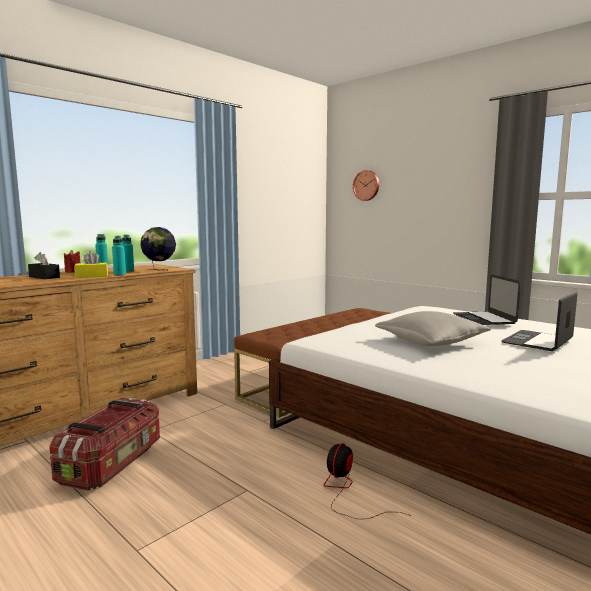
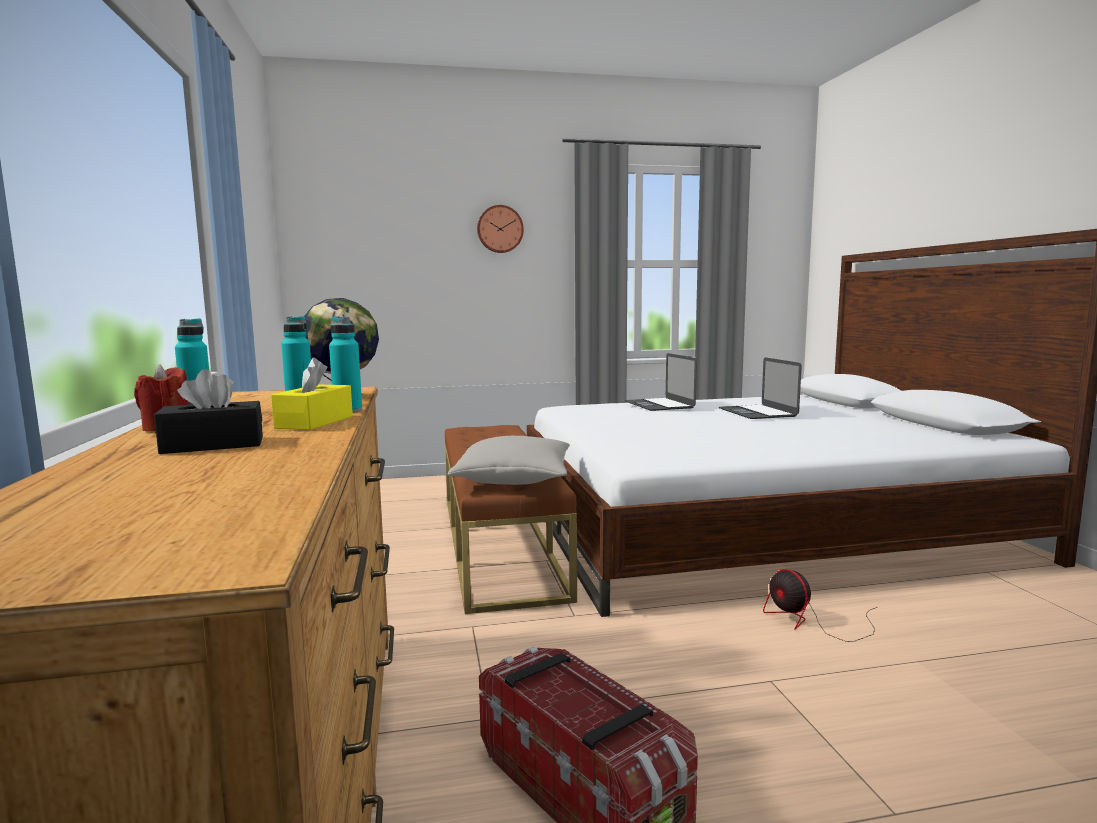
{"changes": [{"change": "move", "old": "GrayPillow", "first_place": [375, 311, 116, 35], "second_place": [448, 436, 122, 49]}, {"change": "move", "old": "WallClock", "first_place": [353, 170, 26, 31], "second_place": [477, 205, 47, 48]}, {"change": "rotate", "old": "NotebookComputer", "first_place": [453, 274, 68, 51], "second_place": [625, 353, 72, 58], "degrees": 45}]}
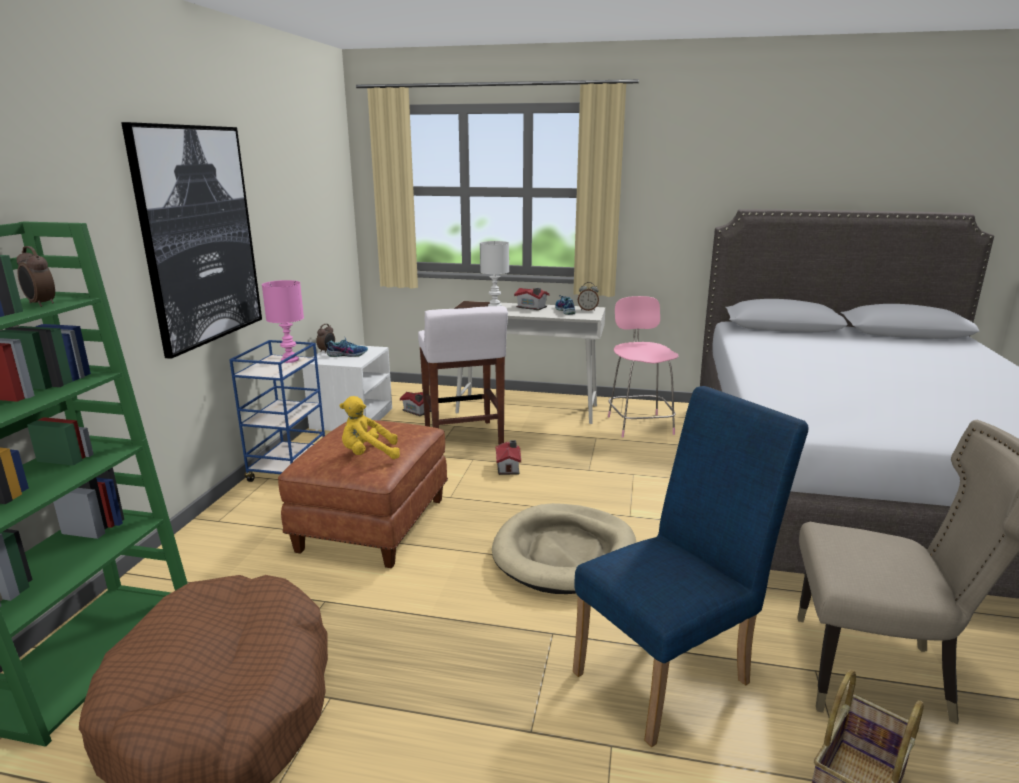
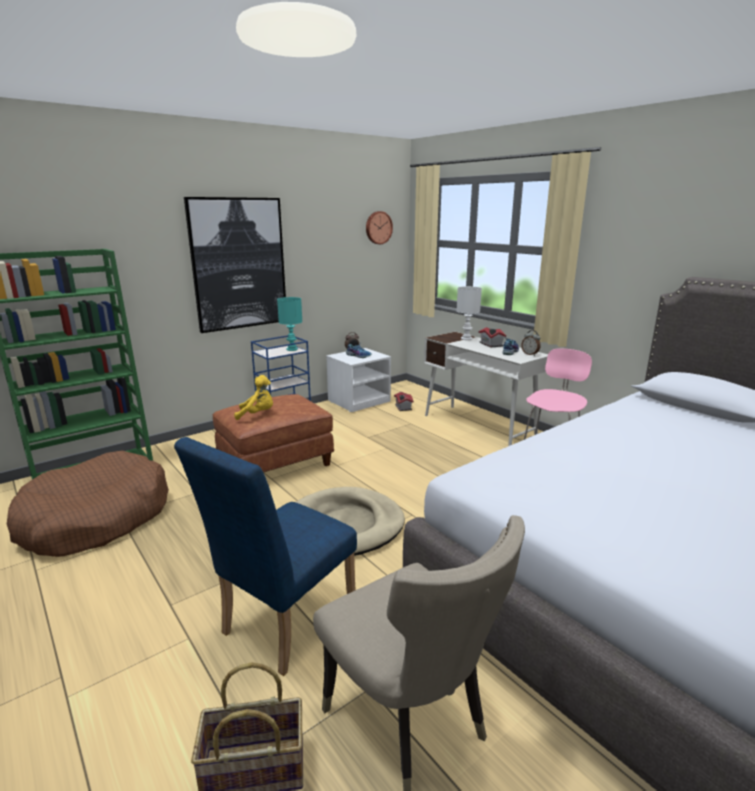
{"changes": [{"change": "rotate", "old": "BlueColouredPlainChair", "first_place": [573, 386, 236, 361], "second_place": [174, 437, 183, 239], "degrees": 120}, {"change": "rotate", "old": "YellowColouredPlushToy", "first_place": [339, 396, 61, 63], "second_place": [234, 375, 39, 45], "degrees": 150}, {"change": "recolor", "old": "PinkTabletopLamp", "new": "BlueGreenTabletopLamp", "first_place": [262, 280, 42, 83], "second_place": [277, 297, 25, 54]}, {"change": "insert", "new": "WallClock", "second_place": [366, 211, 27, 33]}, {"change": "delete", "old": "TableClock", "first_place": [17, 246, 38, 61]}, {"change": "delete", "old": "WhitishStoolSeat", "first_place": [418, 306, 90, 139]}, {"change": "delete", "old": "MiniatureHouse", "first_place": [495, 440, 26, 35]}]}
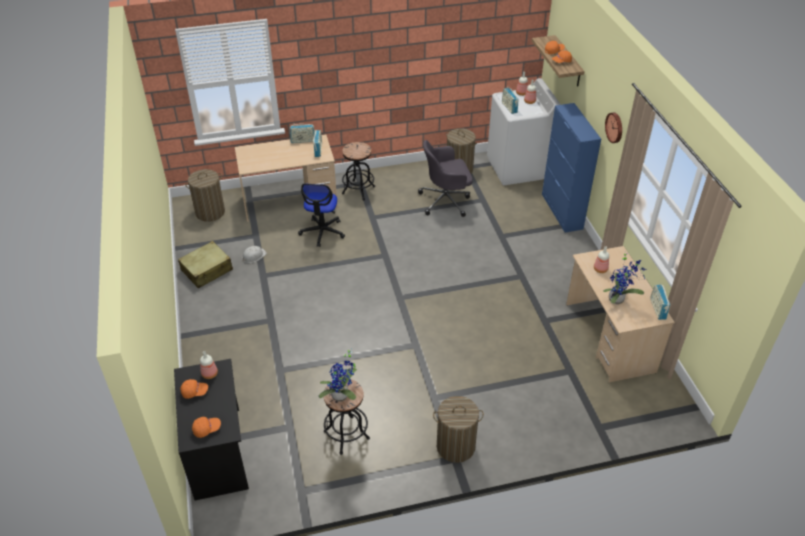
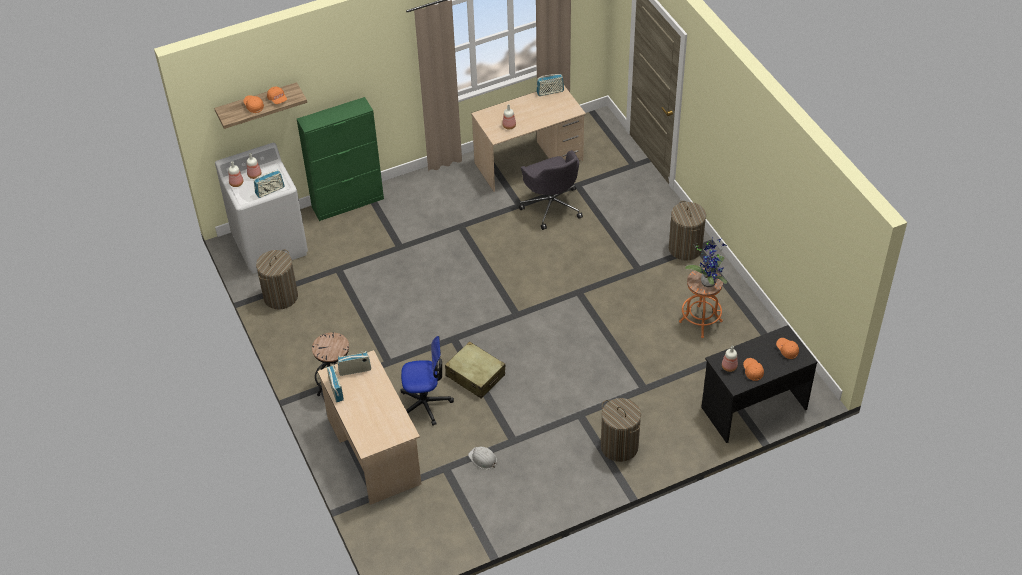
{"changes": [{"change": "recolor", "old": "BlueColouredStorageCabinet", "new": "GreenishStorageCabinet", "first_place": [542, 103, 59, 129], "second_place": [297, 97, 87, 124]}, {"change": "move", "old": "BeigeColouredPieceOfLuggage", "first_place": [178, 241, 55, 47], "second_place": [445, 341, 60, 58]}, {"change": "move", "old": "GrayOfficeChair", "first_place": [418, 140, 55, 77], "second_place": [519, 150, 64, 80]}, {"change": "move", "old": "LaundryBasket", "first_place": [185, 169, 40, 53], "second_place": [601, 398, 40, 64]}, {"change": "recolor", "old": "BlackStoolSeat", "new": "OrangeColouredStoolSeat", "first_place": [324, 379, 46, 76], "second_place": [679, 268, 44, 70]}, {"change": "delete", "old": "Houseplant", "first_place": [603, 251, 43, 53]}, {"change": "delete", "old": "WallClock", "first_place": [605, 112, 17, 31]}]}
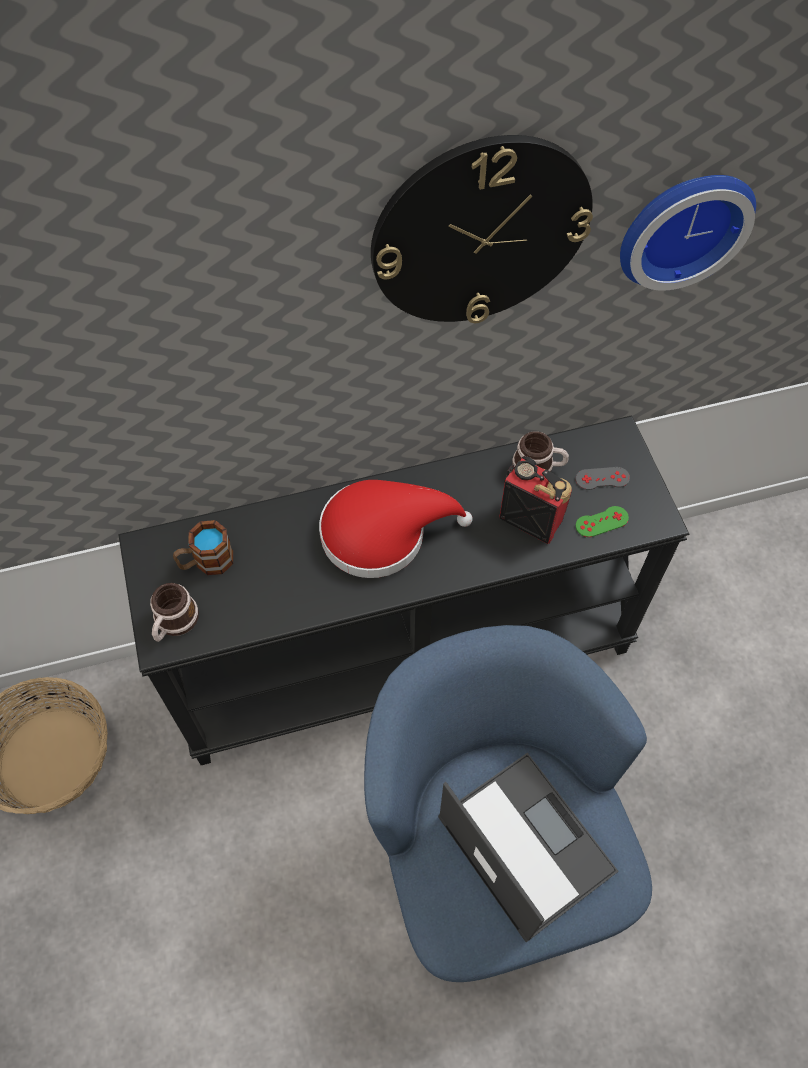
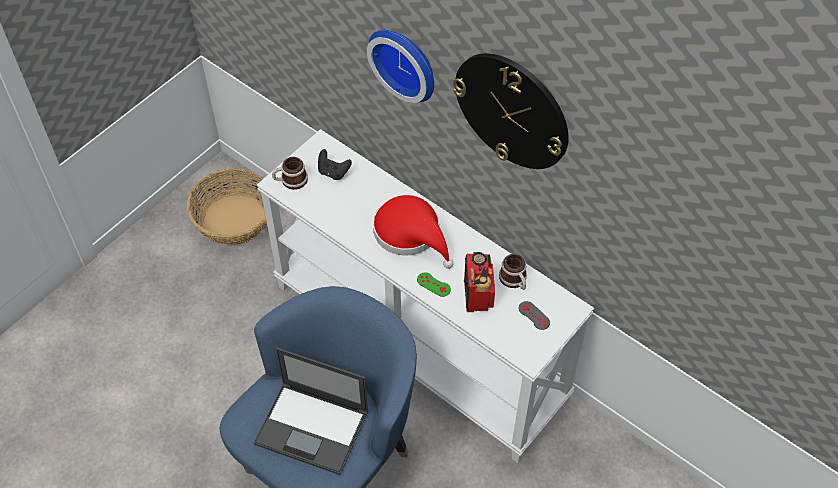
{"changes": [{"change": "rotate", "old": "NotebookComputer", "first_place": [438, 753, 181, 189], "second_place": [254, 348, 114, 127], "degrees": 90}, {"change": "recolor", "old": "BlackNarrowTable", "new": "WhitishNarrowTable", "first_place": [118, 415, 571, 350], "second_place": [257, 129, 338, 334]}, {"change": "replace", "old": "Mug", "new": "BlackGamepad", "first_place": [173, 520, 60, 55], "second_place": [318, 149, 34, 31]}, {"change": "move", "old": "WallClock", "first_place": [620, 175, 136, 116], "second_place": [367, 30, 67, 73]}, {"change": "move", "old": "GreenishGamepad", "first_place": [576, 506, 53, 31], "second_place": [417, 272, 34, 25]}]}
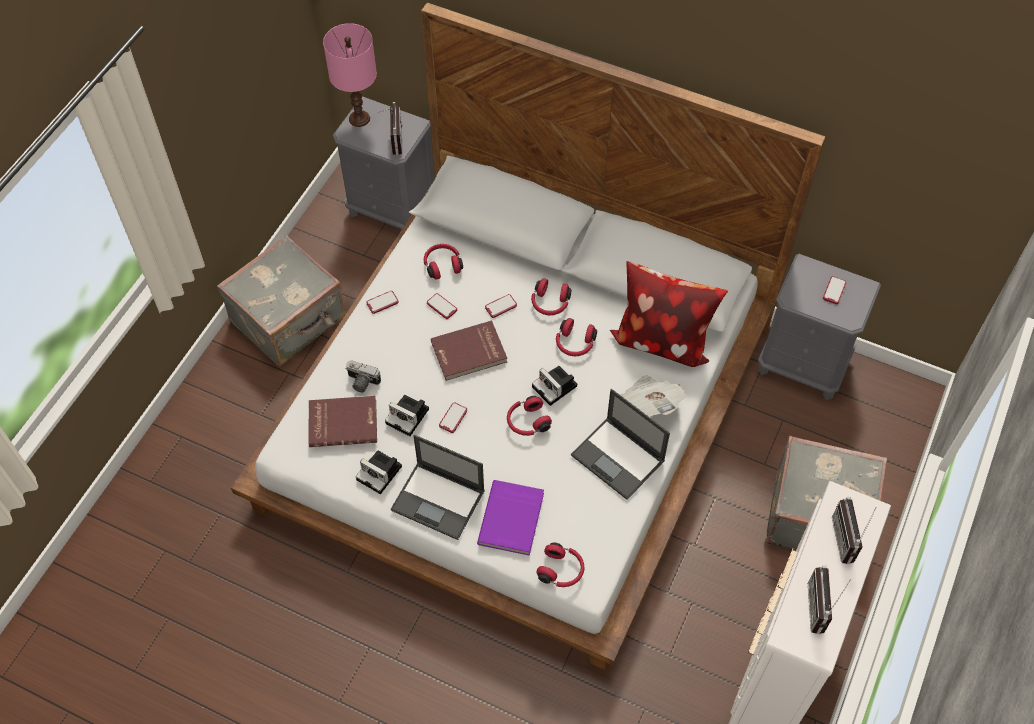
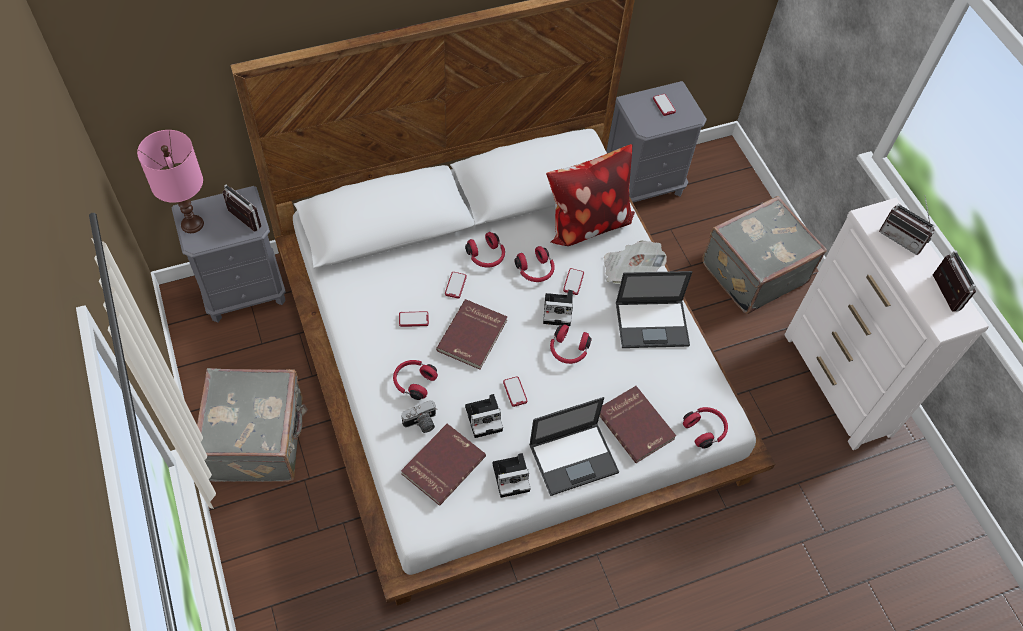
{"changes": [{"change": "move", "old": "ReddishHeadphones", "first_place": [424, 244, 39, 36], "second_place": [393, 360, 45, 40]}, {"change": "move", "old": "Telephone", "first_place": [366, 291, 33, 23], "second_place": [563, 268, 21, 27]}, {"change": "recolor", "old": "PurplishBook", "new": "ReddishBook", "first_place": [477, 480, 67, 76], "second_place": [600, 386, 76, 77]}, {"change": "rotate", "old": "Radio", "first_place": [808, 565, 43, 69], "second_place": [933, 251, 43, 61], "degrees": -150}]}
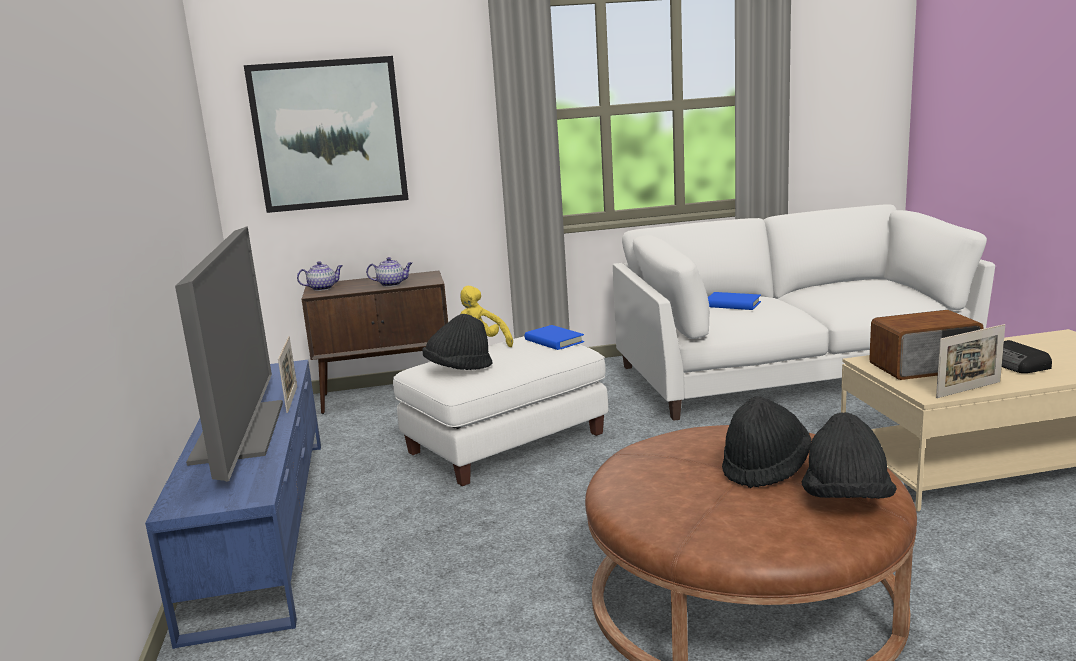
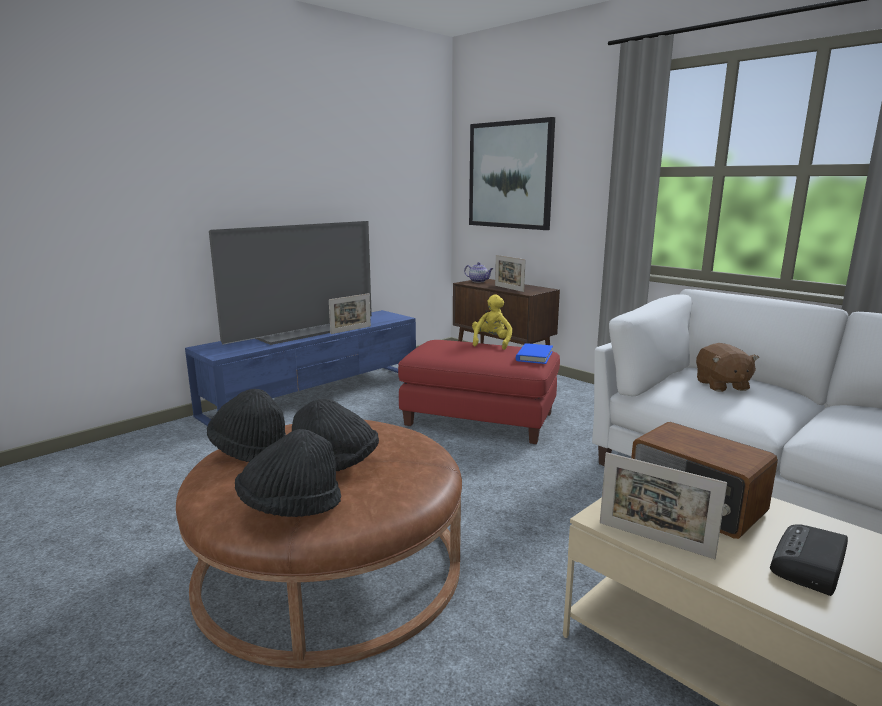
{"changes": [{"change": "move", "old": "BlackHat", "first_place": [422, 314, 71, 56], "second_place": [207, 389, 79, 73]}, {"change": "recolor", "old": "WhitishFootrest", "new": "ReddishFootrest", "first_place": [393, 336, 215, 150], "second_place": [398, 340, 162, 104]}, {"change": "replace", "old": "PotForTea", "new": "PictureFrame", "first_place": [366, 257, 46, 30], "second_place": [495, 255, 31, 37]}, {"change": "replace", "old": "BlueColouredBook", "new": "BrownishPlushToy", "first_place": [708, 292, 53, 18], "second_place": [696, 343, 63, 49]}]}
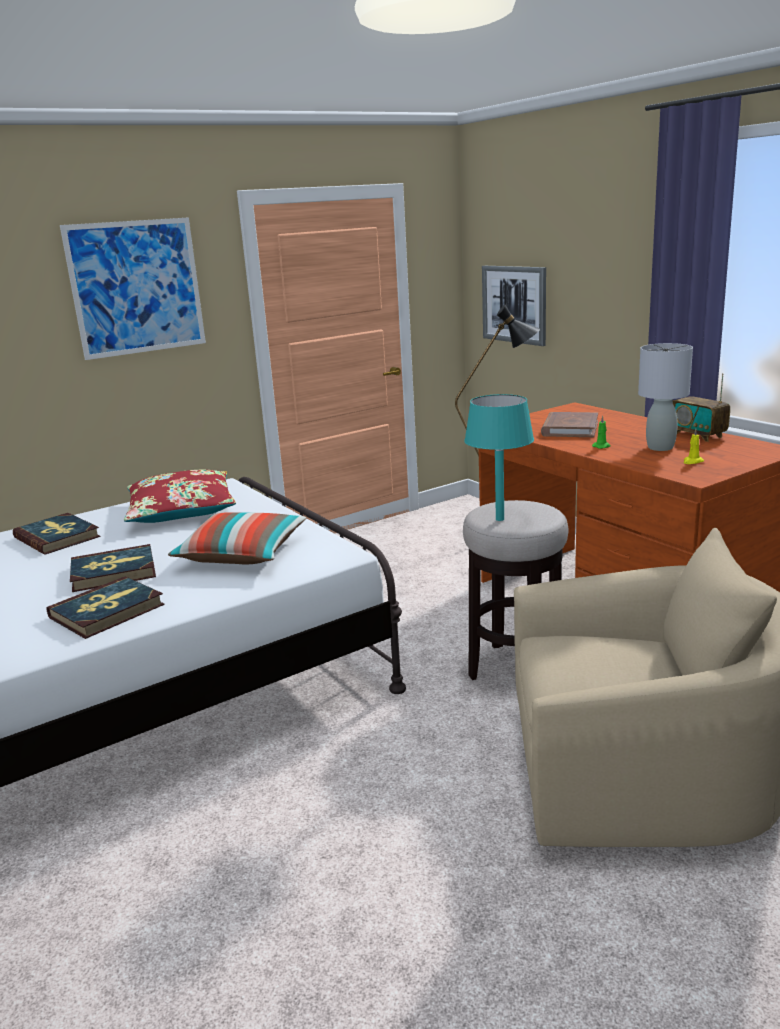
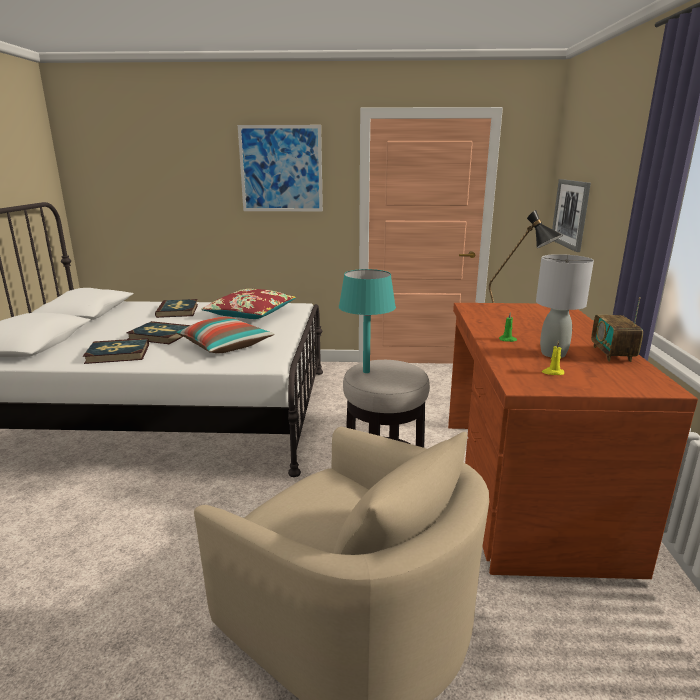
{"changes": [{"change": "delete", "old": "BrownishBook", "first_place": [541, 412, 57, 25]}]}
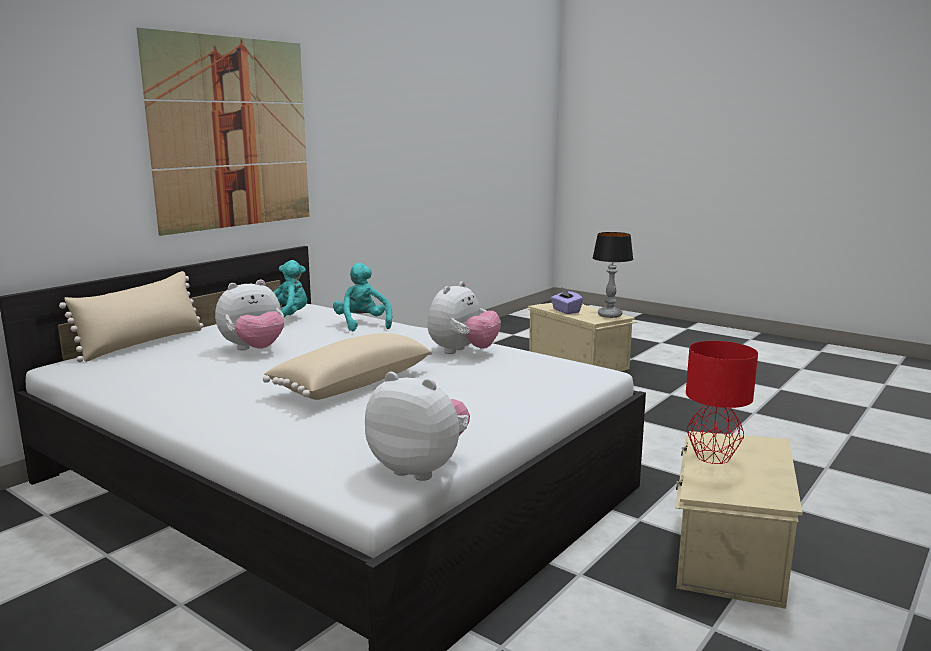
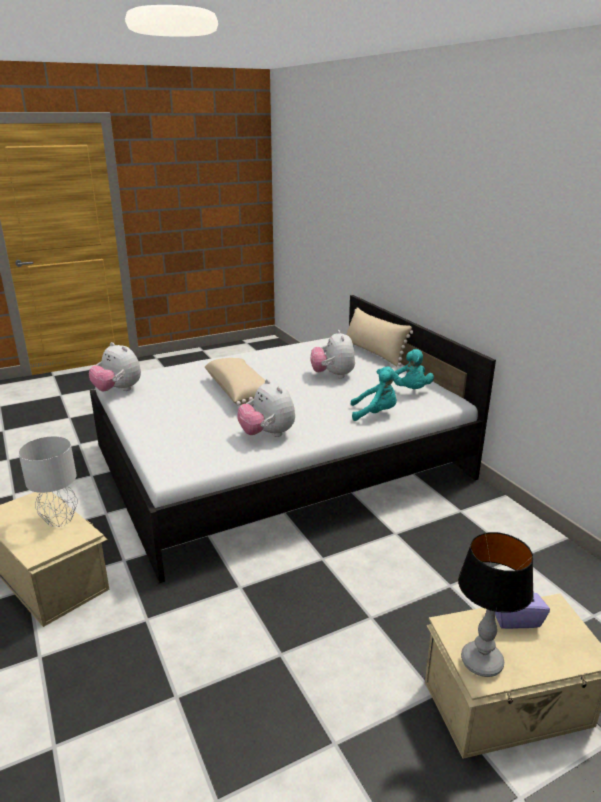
{"changes": [{"change": "recolor", "old": "ReddishTabletopLamp", "new": "GrayTabletopLamp", "first_place": [686, 341, 72, 123], "second_place": [18, 436, 60, 91]}, {"change": "rotate", "old": "PlushToy", "first_place": [365, 372, 105, 109], "second_place": [89, 342, 52, 50], "degrees": 75}, {"change": "delete", "old": "Picture", "first_place": [136, 28, 174, 208]}]}
